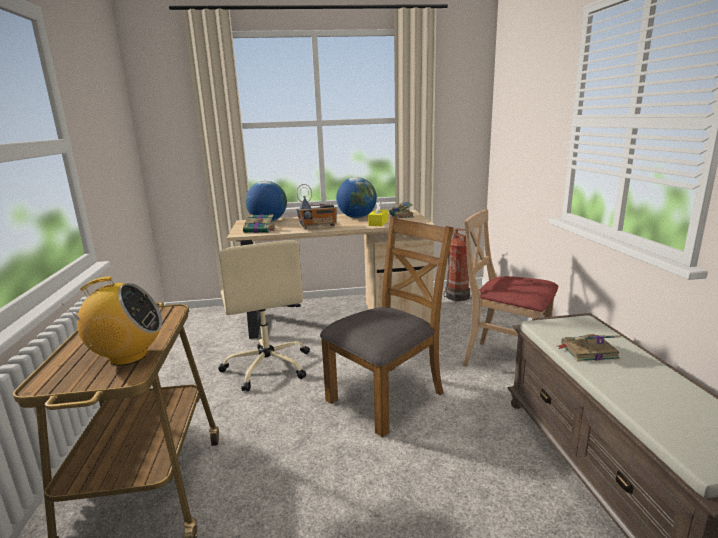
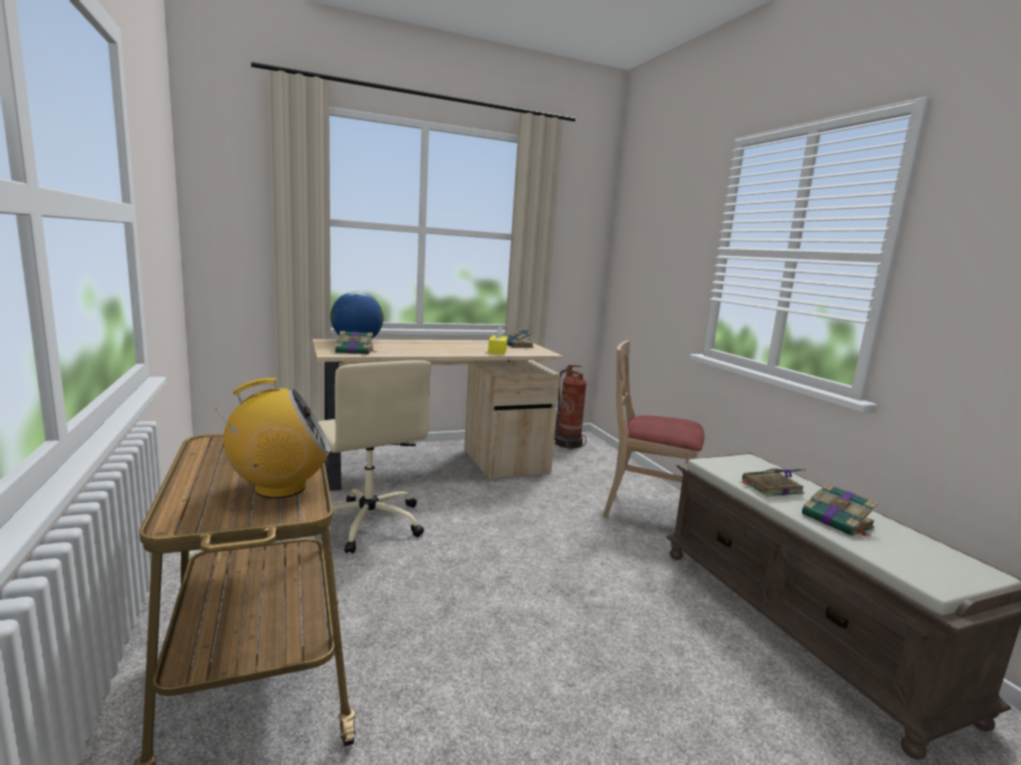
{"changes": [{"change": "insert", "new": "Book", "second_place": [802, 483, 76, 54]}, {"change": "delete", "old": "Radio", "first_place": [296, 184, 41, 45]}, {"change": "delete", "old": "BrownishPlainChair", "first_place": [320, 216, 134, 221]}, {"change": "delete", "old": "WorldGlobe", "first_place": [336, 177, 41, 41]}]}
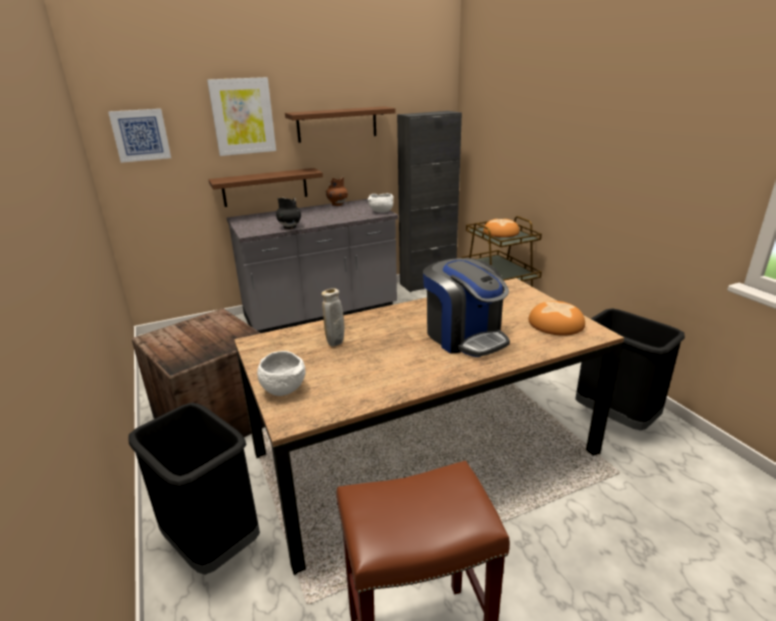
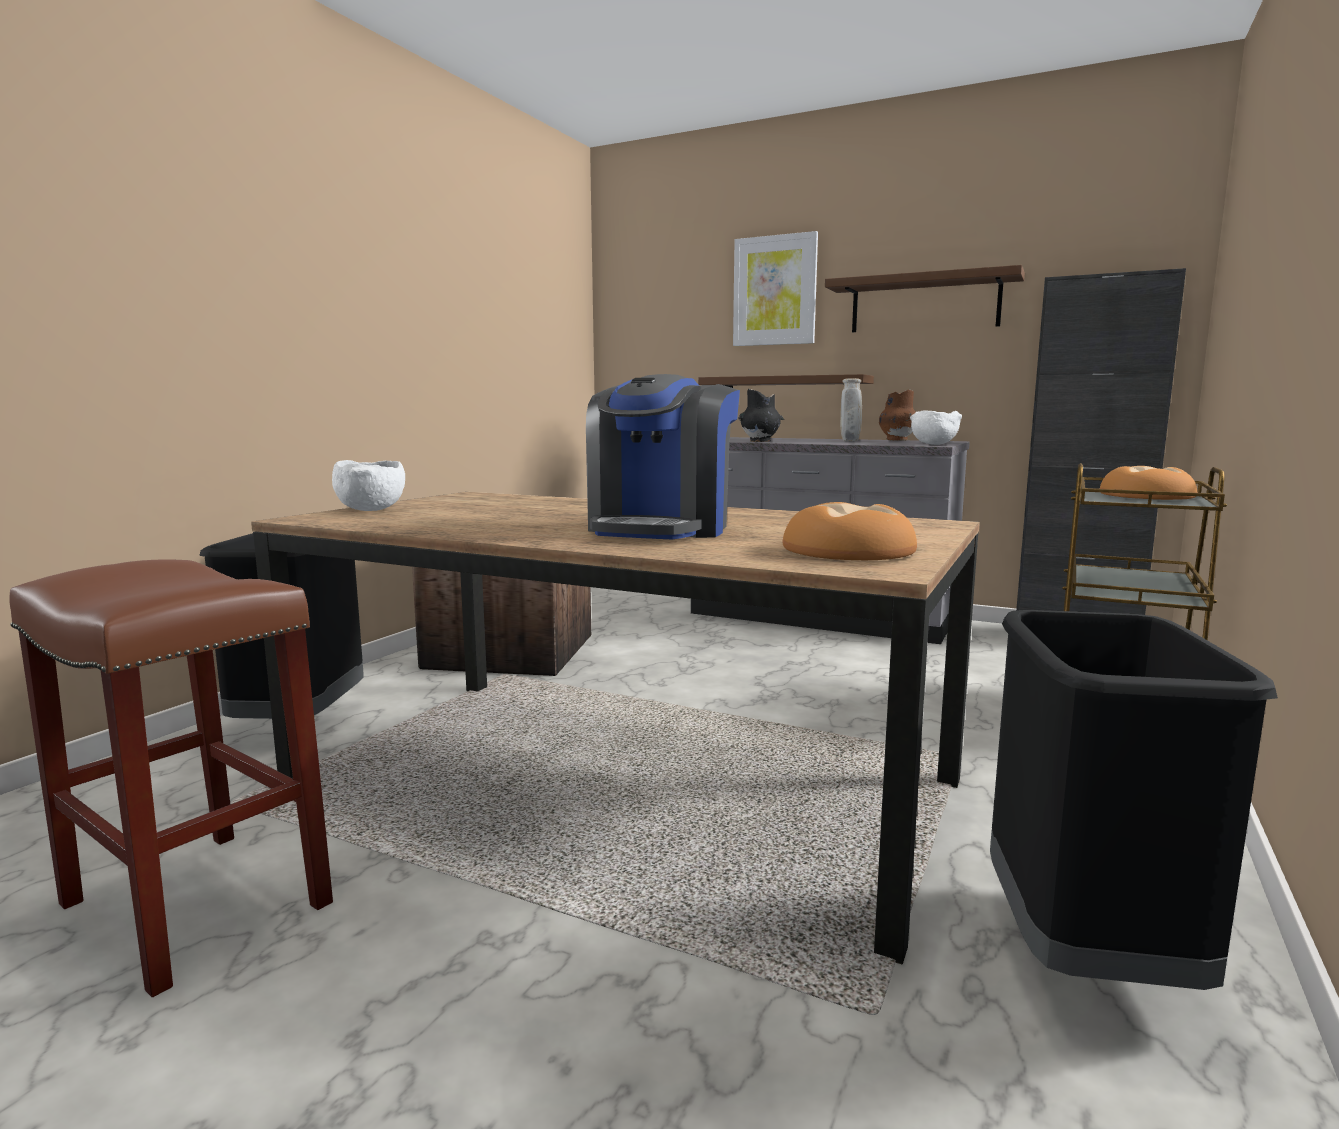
{"changes": [{"change": "move", "old": "BeigeColouredVase", "first_place": [321, 288, 23, 58], "second_place": [840, 378, 22, 63]}, {"change": "delete", "old": "Picture", "first_place": [108, 109, 63, 54]}]}
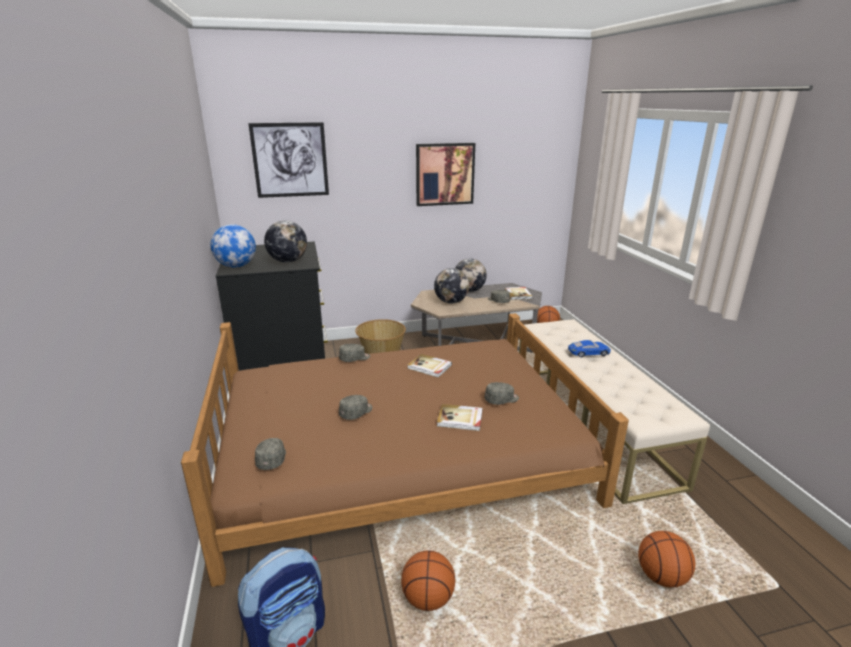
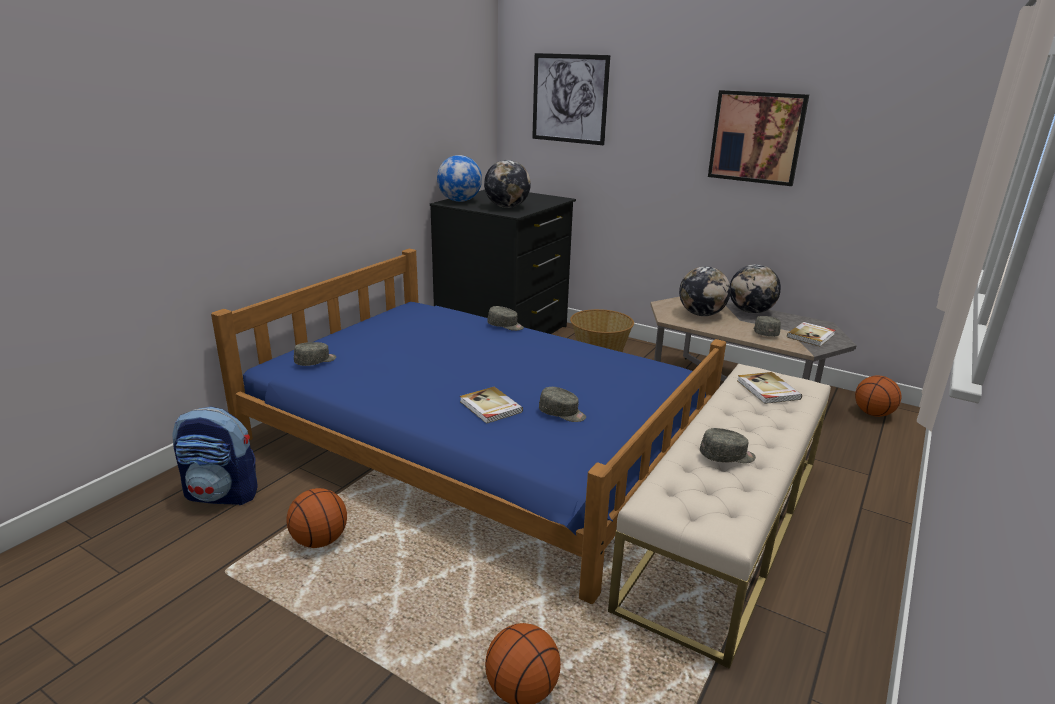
{"changes": [{"change": "recolor", "old": "BrownishBedroomBed", "new": "BlueColouredBedroomBed", "first_place": [181, 313, 448, 274], "second_place": [211, 249, 515, 355]}, {"change": "move", "old": "GrayCap", "first_place": [339, 395, 33, 25], "second_place": [700, 428, 56, 35]}, {"change": "move", "old": "Book", "first_place": [407, 354, 45, 24], "second_place": [737, 372, 65, 32]}, {"change": "delete", "old": "BlueColouredMiniatureCar", "first_place": [568, 340, 43, 17]}]}
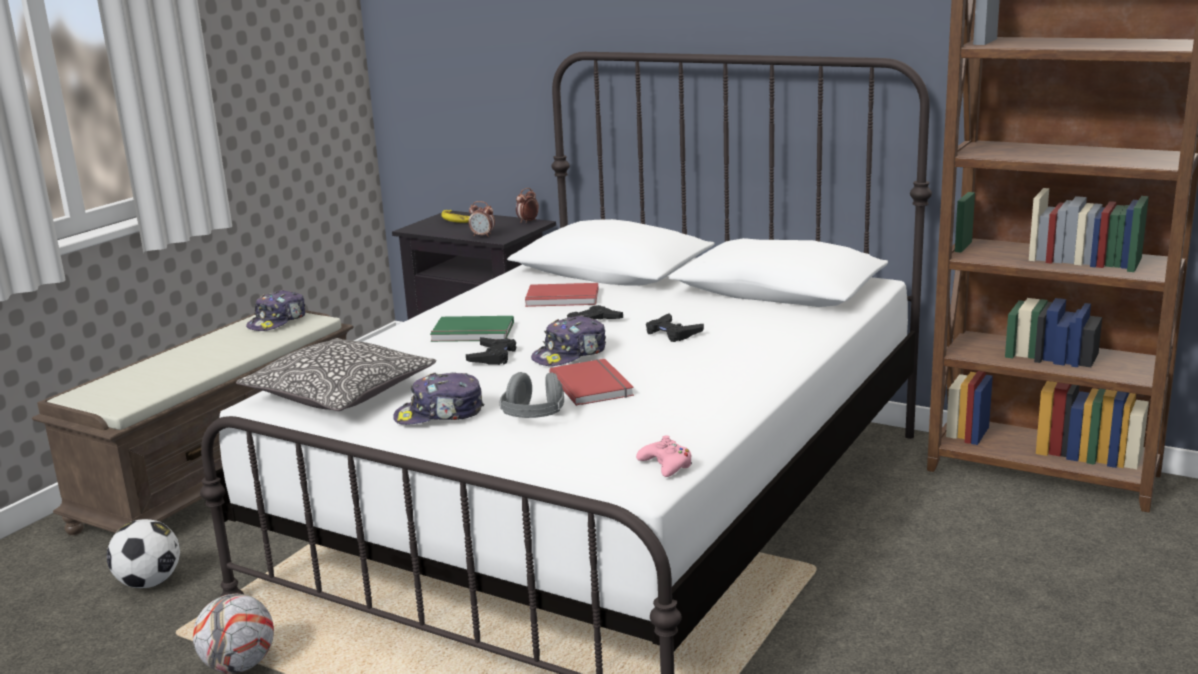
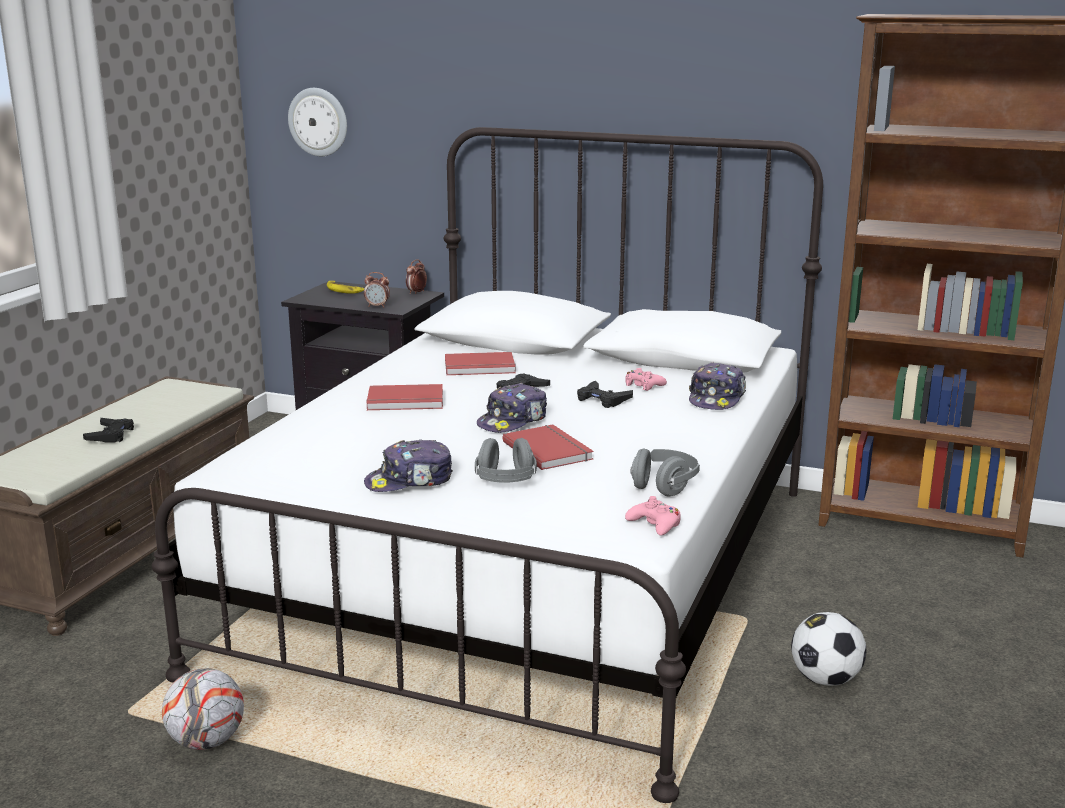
{"changes": [{"change": "move", "old": "BlackGamepad", "first_place": [466, 337, 50, 28], "second_place": [83, 418, 51, 25]}, {"change": "insert", "new": "WallClock", "second_place": [288, 88, 59, 68]}, {"change": "recolor", "old": "GreenishBook", "new": "ReddishBook", "first_place": [430, 316, 84, 26], "second_place": [366, 384, 77, 26]}, {"change": "insert", "new": "PinkGamepad", "second_place": [625, 368, 42, 23]}, {"change": "insert", "new": "GrayHeadphones", "second_place": [631, 448, 69, 48]}, {"change": "move", "old": "Cap", "first_place": [246, 290, 59, 41], "second_place": [689, 362, 57, 48]}, {"change": "move", "old": "FootballBall", "first_place": [107, 519, 73, 69], "second_place": [791, 612, 75, 74]}, {"change": "delete", "old": "Pillow", "first_place": [236, 338, 201, 73]}]}
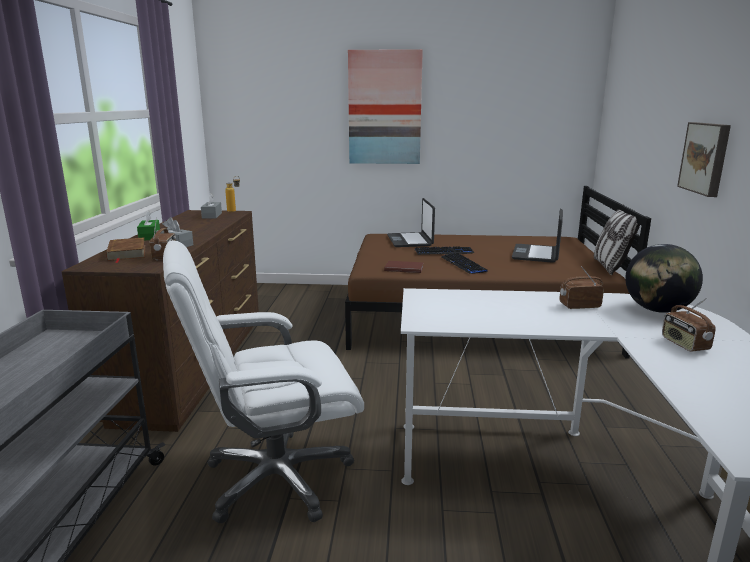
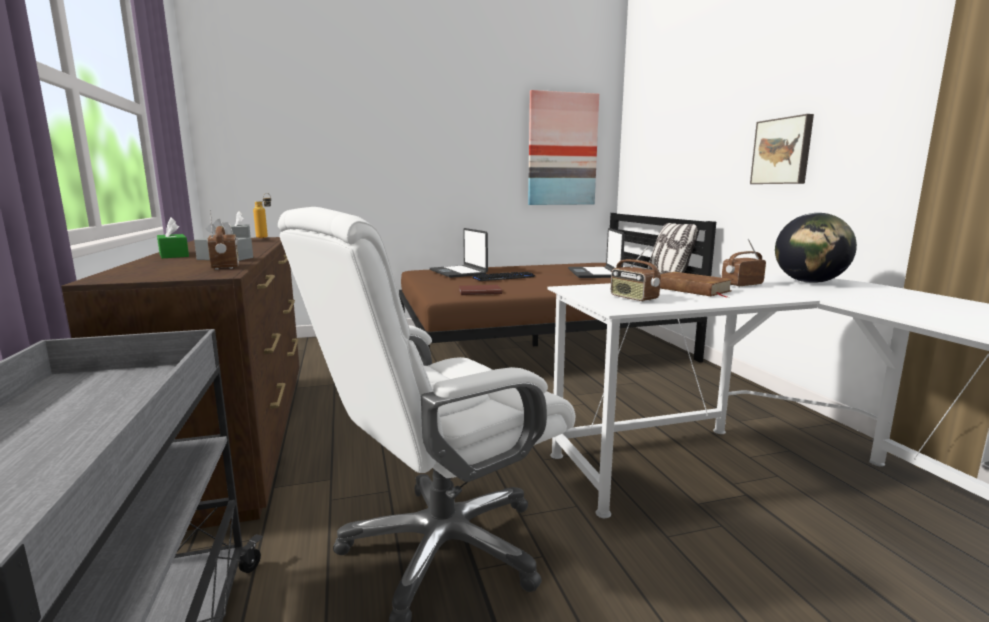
{"changes": [{"change": "move", "old": "Picture", "first_place": [348, 49, 75, 115], "second_place": [528, 90, 71, 115]}, {"change": "move", "old": "Radio", "first_place": [662, 298, 54, 54], "second_place": [611, 245, 50, 57]}, {"change": "move", "old": "BrownishBook", "first_place": [106, 237, 39, 26], "second_place": [660, 272, 73, 25]}, {"change": "delete", "old": "PcKeyboard", "first_place": [441, 253, 47, 21]}]}
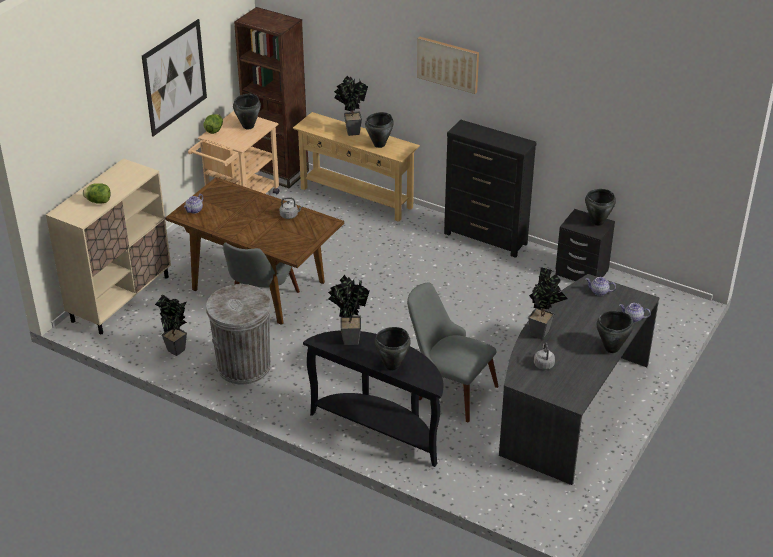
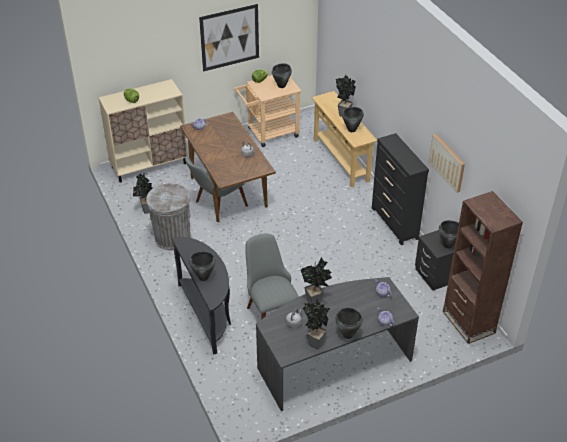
{"changes": [{"change": "move", "old": "Houseplant", "first_place": [328, 275, 42, 70], "second_place": [303, 299, 27, 50]}, {"change": "move", "old": "Picture", "first_place": [417, 37, 62, 57], "second_place": [429, 134, 36, 59]}, {"change": "move", "old": "BrownishShelvingUnit", "first_place": [234, 7, 75, 181], "second_place": [443, 191, 80, 153]}]}
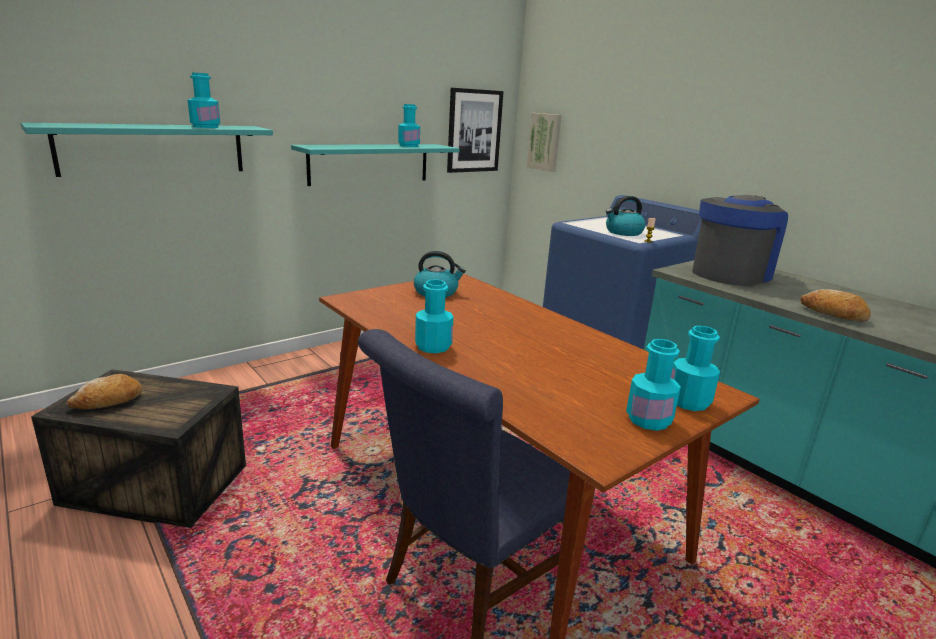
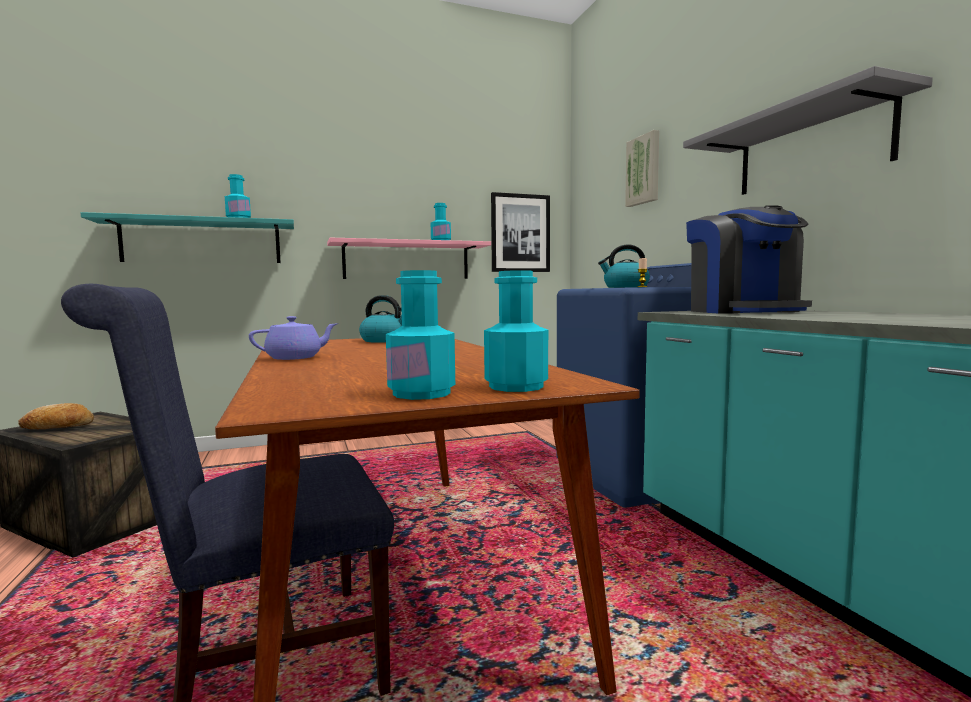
{"changes": [{"change": "replace", "old": "BlueGreenBottle", "new": "PurplishPotForTea", "first_place": [415, 279, 39, 74], "second_place": [249, 316, 89, 44]}, {"change": "recolor", "old": "BlueGreenWallShelf", "new": "PinkWallShelf", "first_place": [291, 144, 169, 42], "second_place": [327, 238, 164, 41]}, {"change": "move", "old": "Picture", "first_place": [527, 113, 35, 59], "second_place": [625, 130, 34, 77]}, {"change": "insert", "new": "GrayWallShelf", "second_place": [683, 66, 250, 129]}, {"change": "rotate", "old": "CoffeeMachine", "first_place": [692, 195, 96, 91], "second_place": [686, 205, 126, 108], "degrees": 105}, {"change": "delete", "old": "BakeryBread", "first_place": [800, 289, 71, 33]}]}
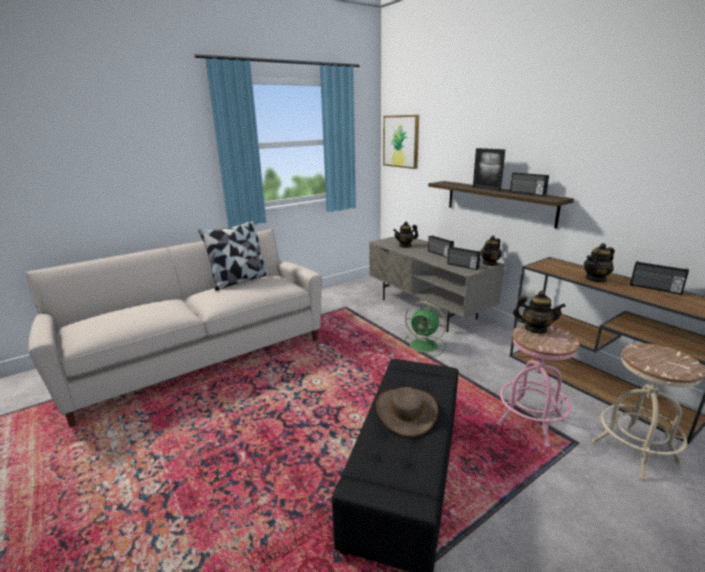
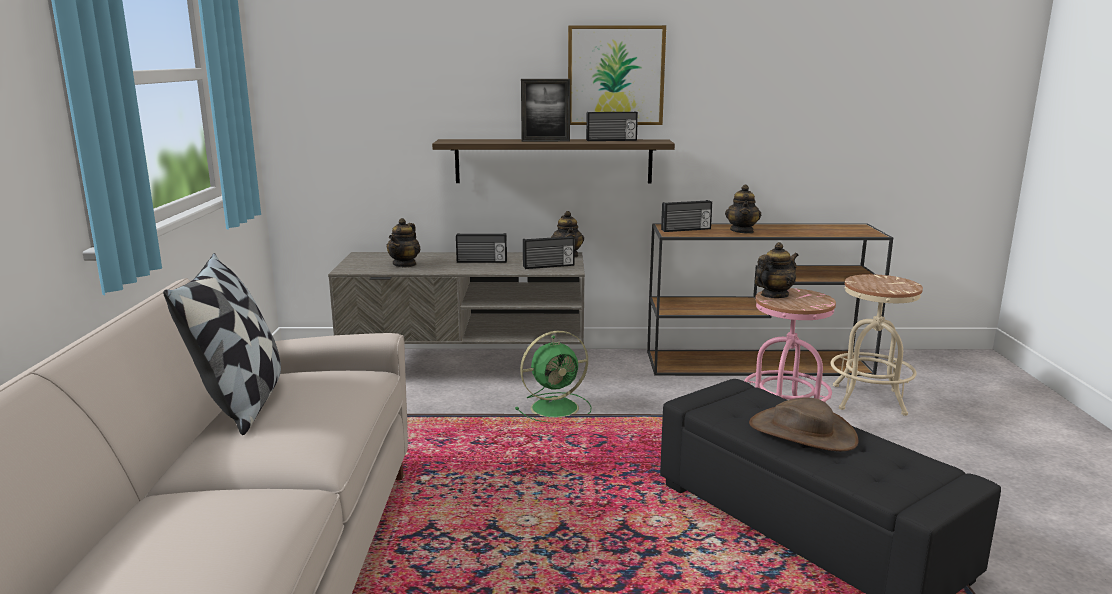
{"changes": [{"change": "move", "old": "Picture", "first_place": [383, 115, 36, 54], "second_place": [568, 25, 98, 100]}, {"change": "move", "old": "Radio", "first_place": [630, 261, 59, 34], "second_place": [661, 200, 51, 32]}]}
